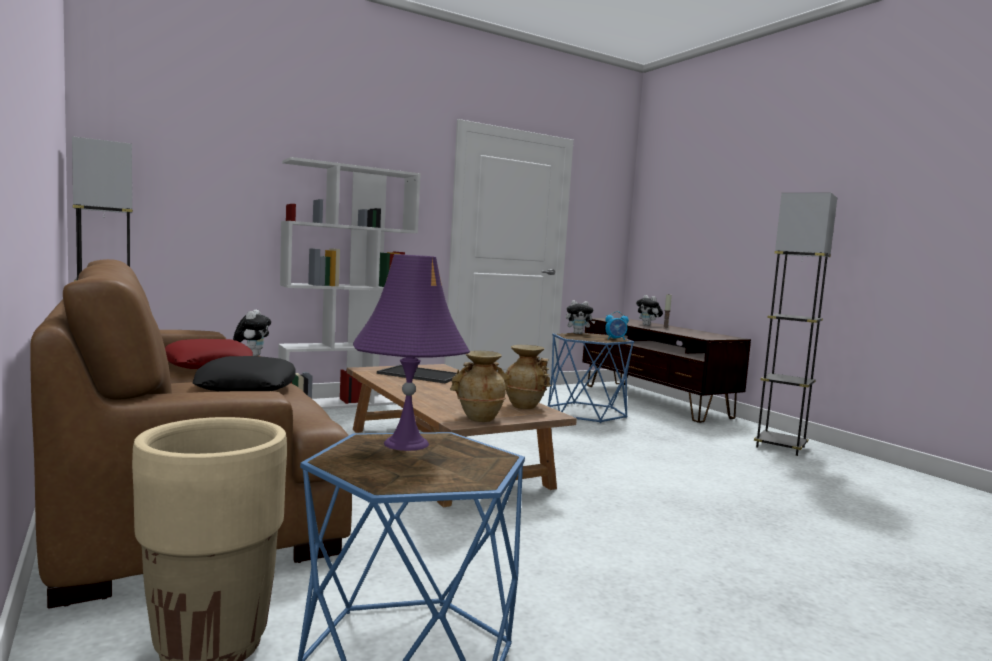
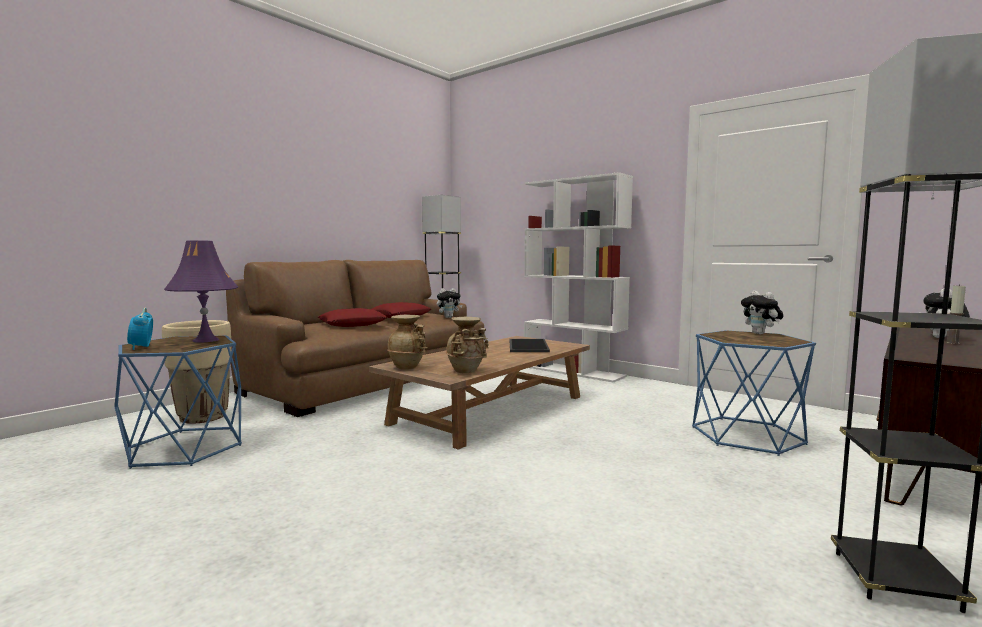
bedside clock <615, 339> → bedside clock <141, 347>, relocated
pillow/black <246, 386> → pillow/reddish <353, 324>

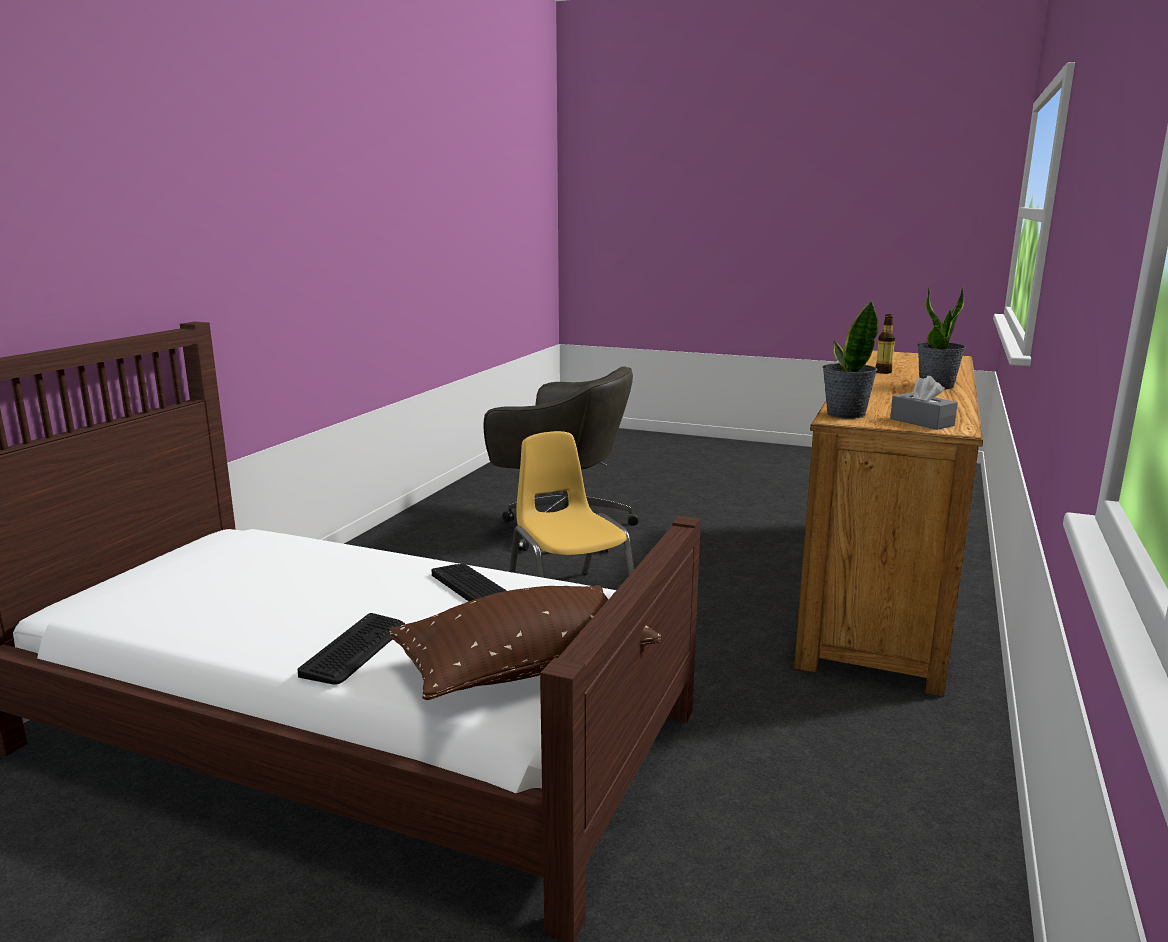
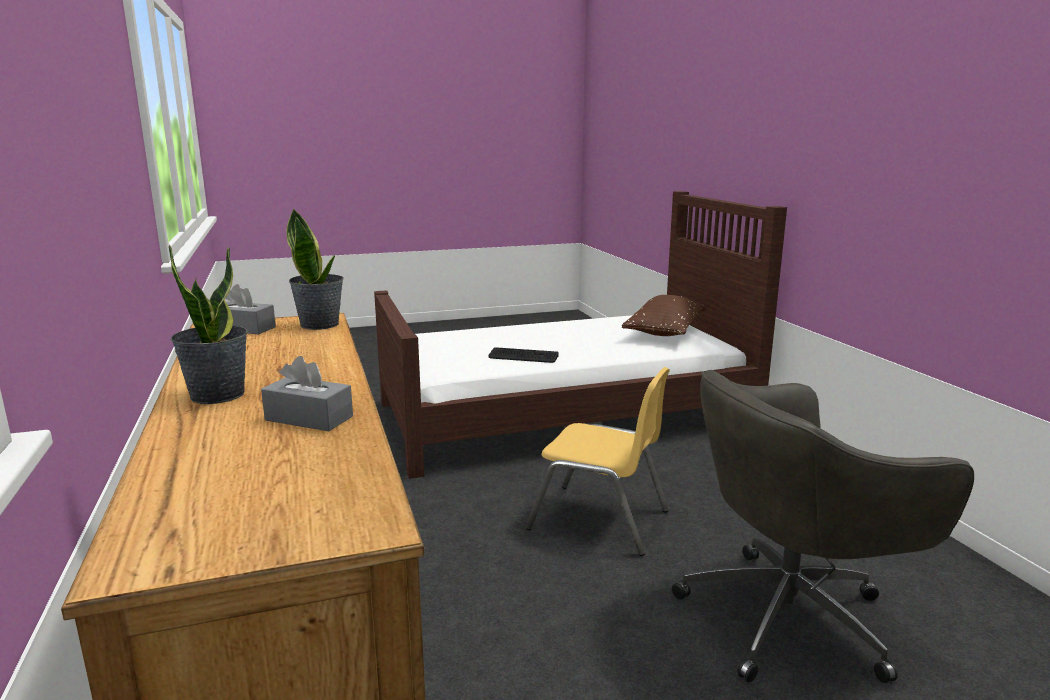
drink bottle <883, 372> → box of tissues/grey <309, 418>
pillow/brown <524, 667> → pillow/brown <665, 332>, relocated
computer keyboard <355, 649> → -

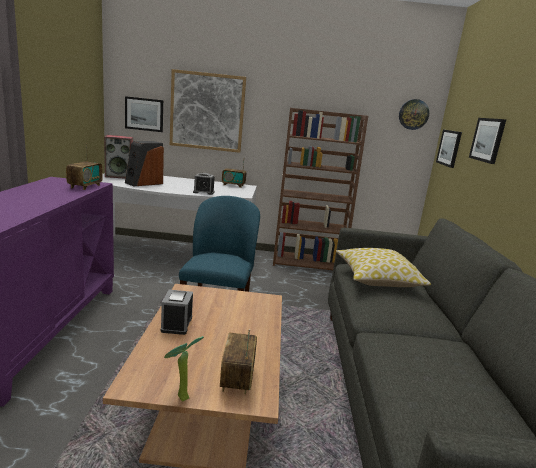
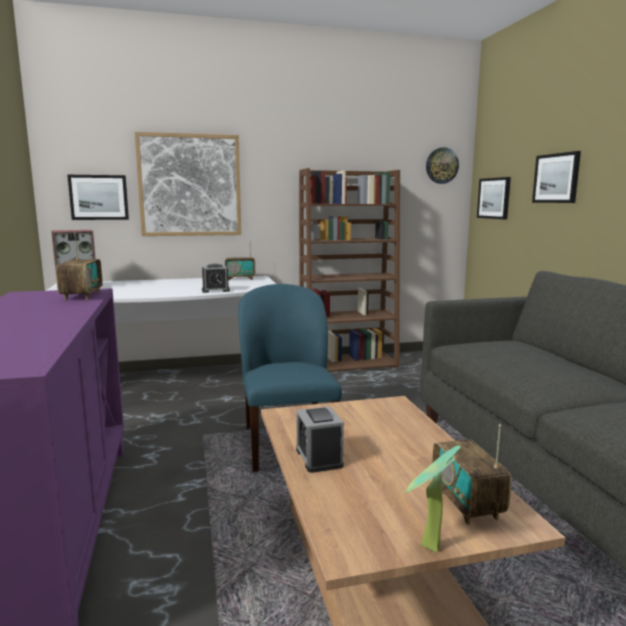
speaker <144, 183> → -
pillow <377, 279> → -

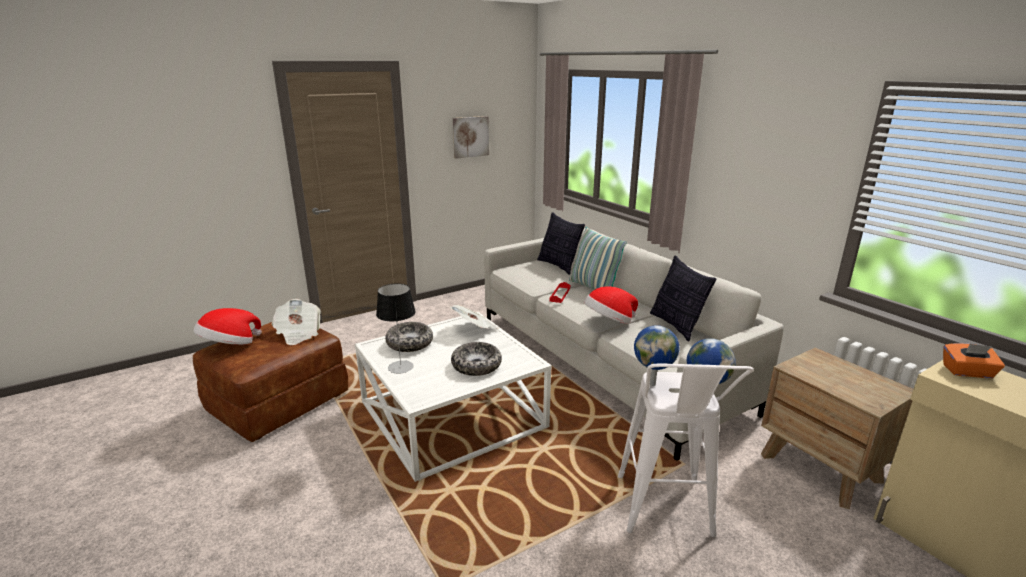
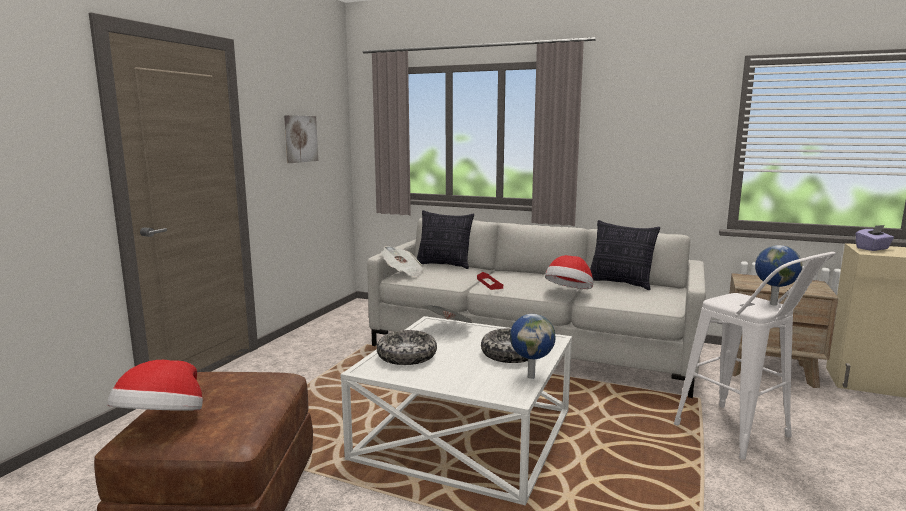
pillow <593, 287> → -
table lamp <400, 367> → -
newspaper <298, 333> → newspaper <403, 273>, relocated
world globe <652, 383> → world globe <531, 376>, relocated
box of tissues/orangey <967, 372> → box of tissues/purplish <872, 249>

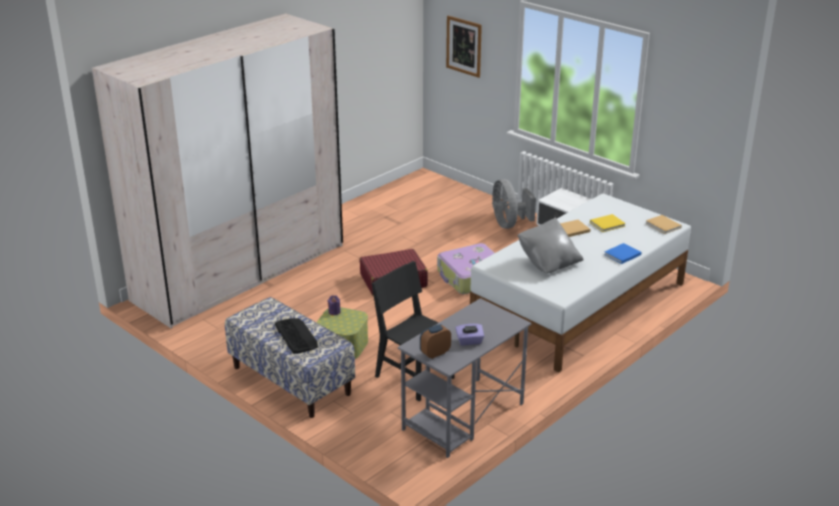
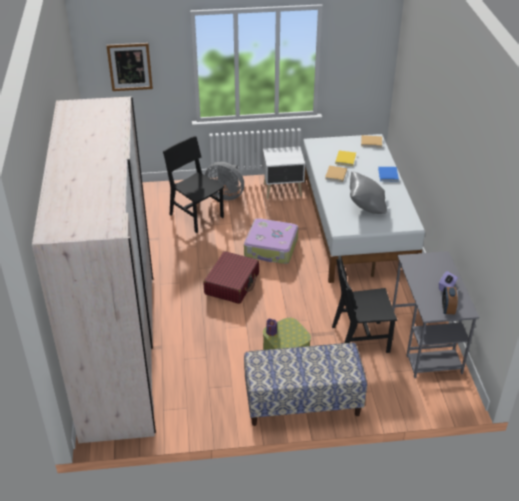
computer keyboard <296, 336> → -
- → chair/black <196, 216>

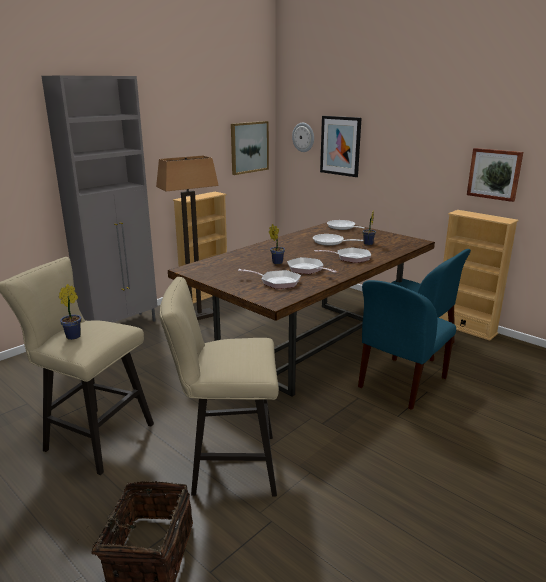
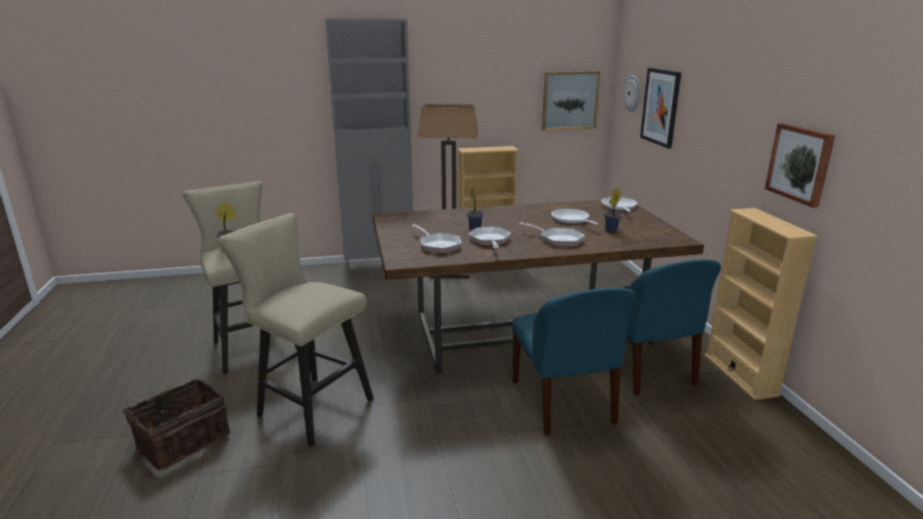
chair/blue <401, 383> → chair/blue <563, 403>, 90 degrees counterclockwise

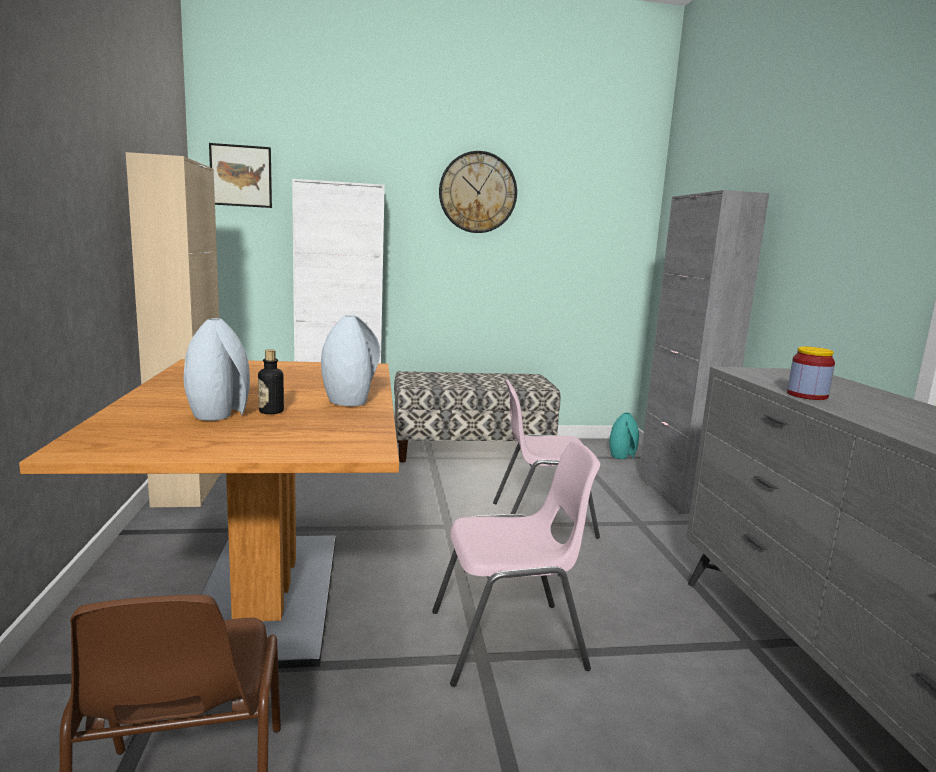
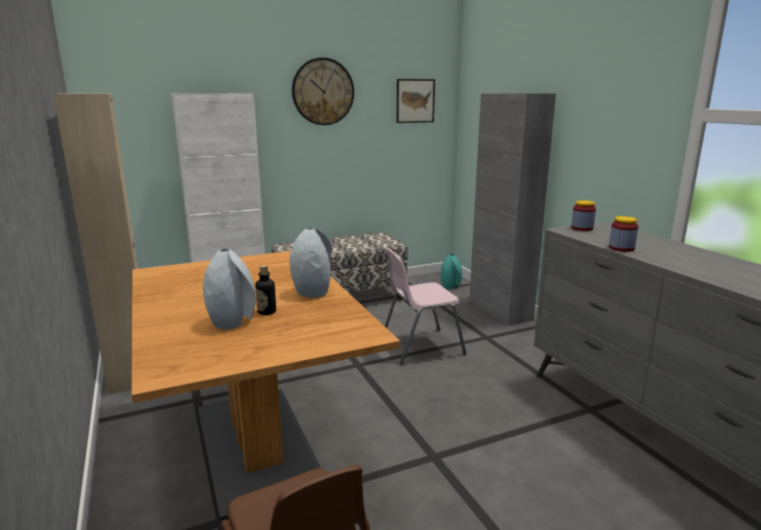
picture <241, 176> → picture <415, 101>, relocated
chair/pink-coloured <510, 641> → -
- → storage jar <582, 228>

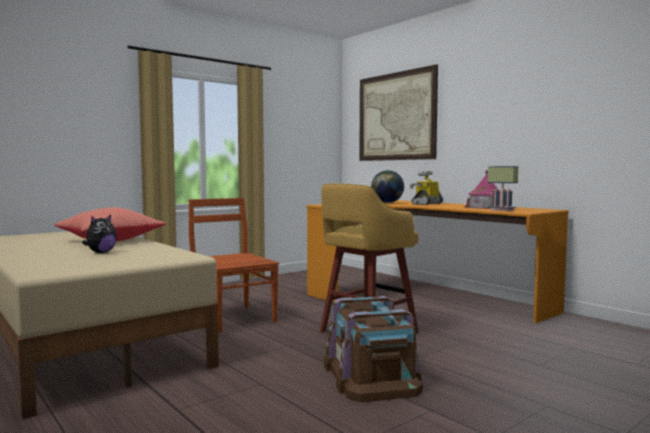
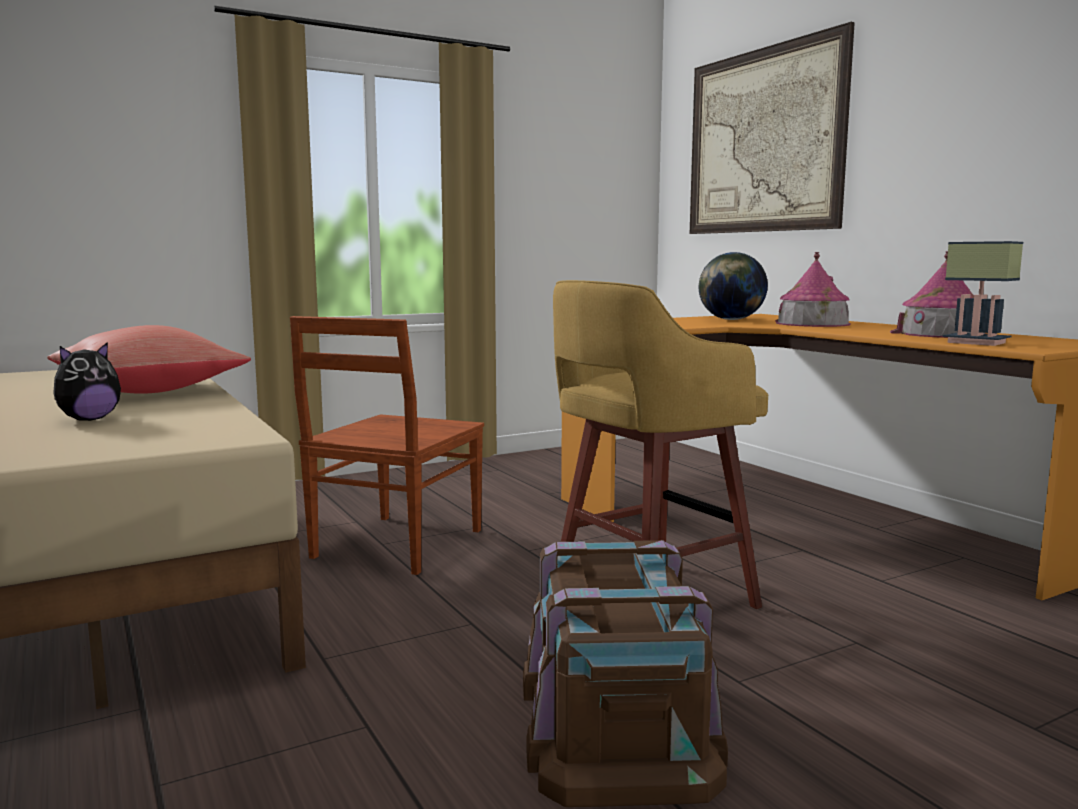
model robot <426, 204> → toy house <812, 323>
chair/brown <233, 317> → chair/brown <396, 545>, 135 degrees counterclockwise

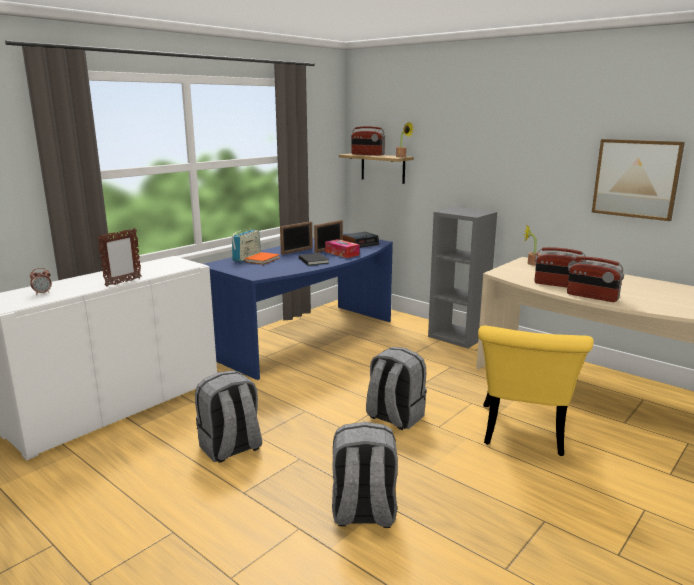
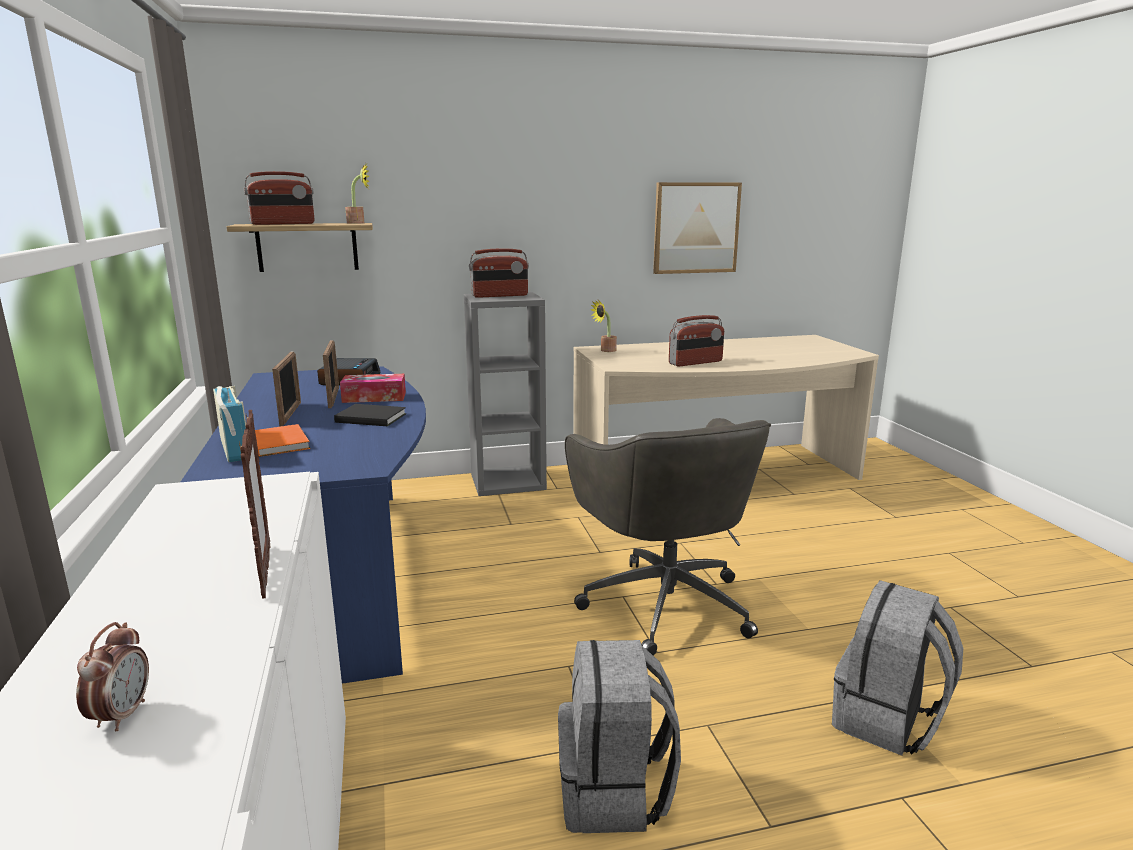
radio <592, 297> → radio <500, 296>, relocated
chair/yellow-coloured <522, 434> → -
rucksack/grey <394, 417> → desk chair/grey <664, 602>

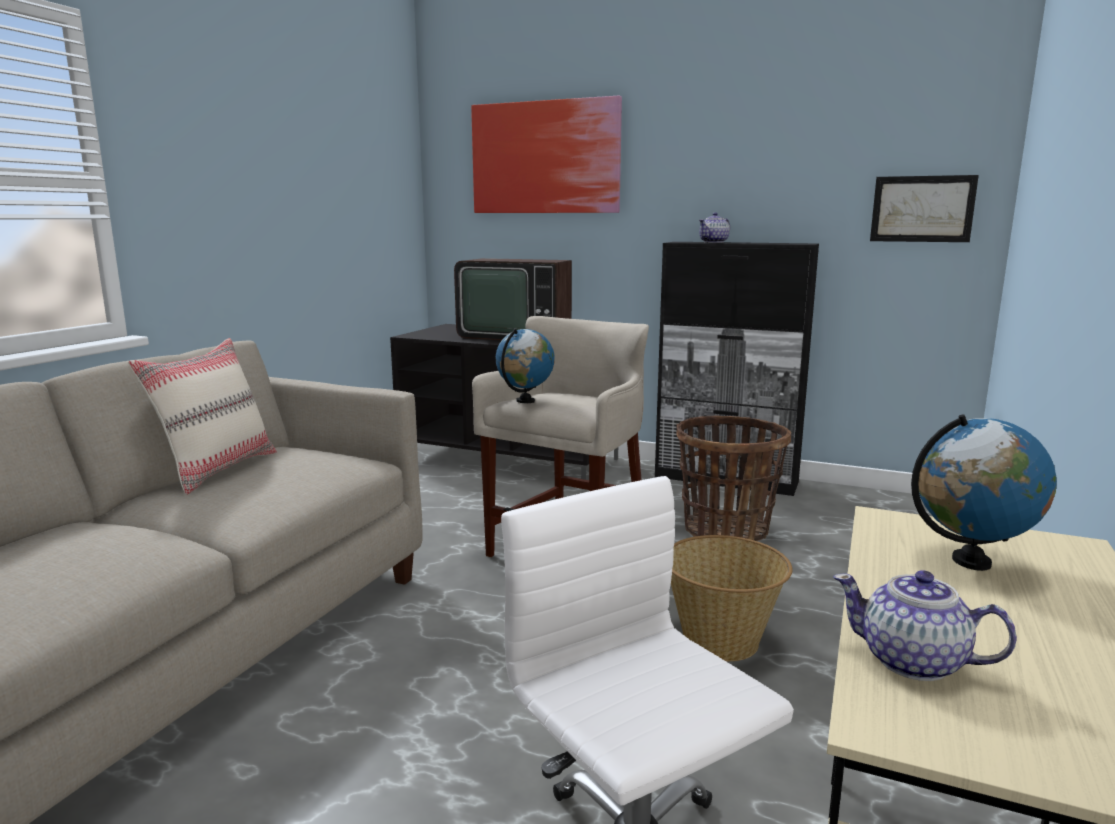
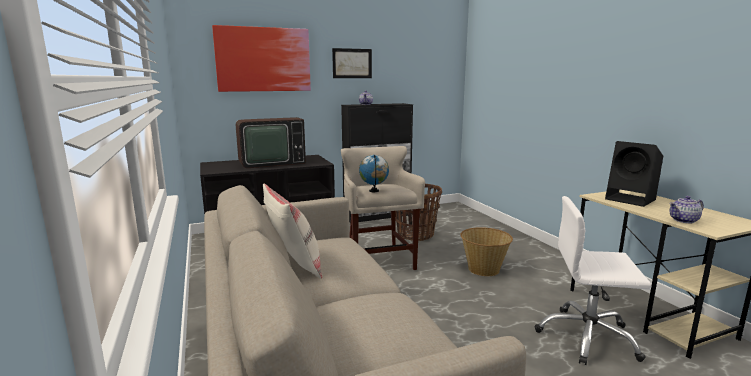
picture <922, 209> → picture <352, 63>, relocated
world globe <971, 562> → speaker/black <631, 199>

